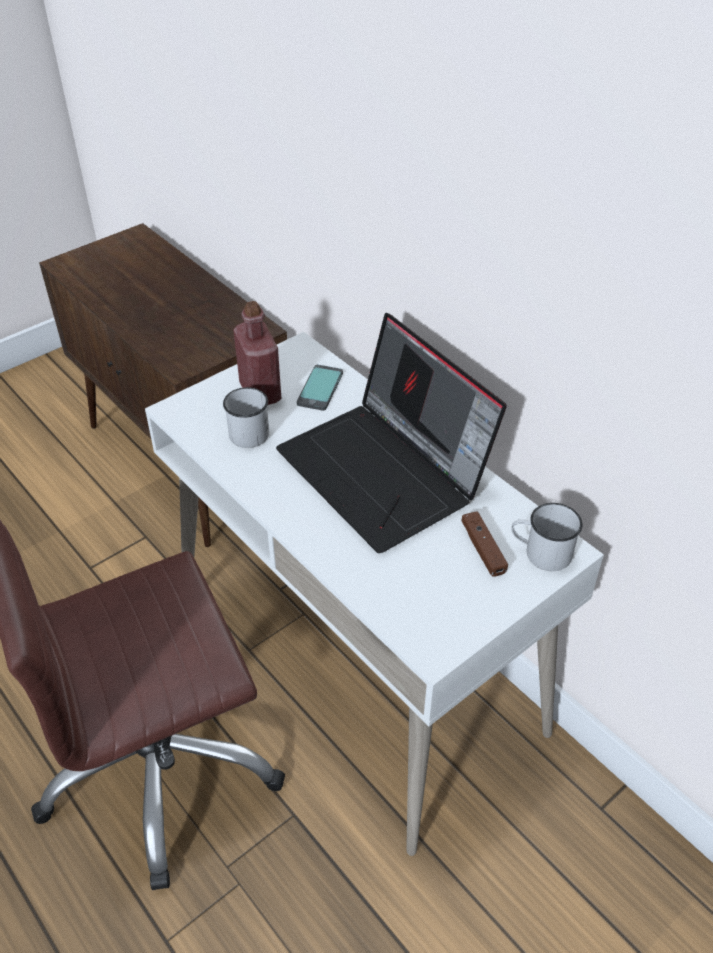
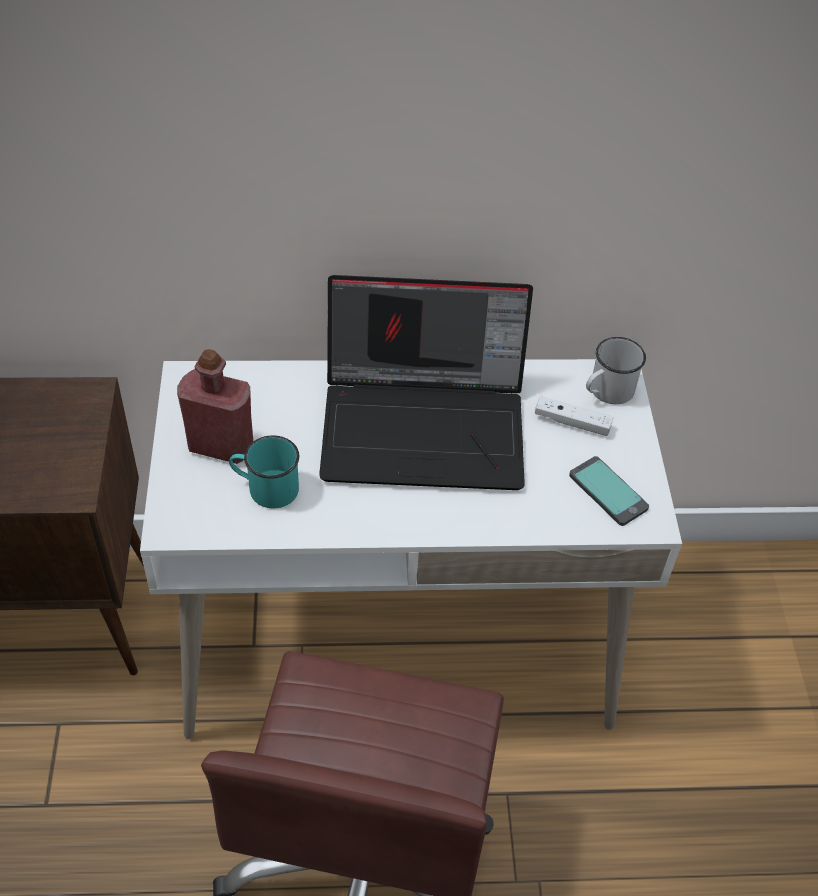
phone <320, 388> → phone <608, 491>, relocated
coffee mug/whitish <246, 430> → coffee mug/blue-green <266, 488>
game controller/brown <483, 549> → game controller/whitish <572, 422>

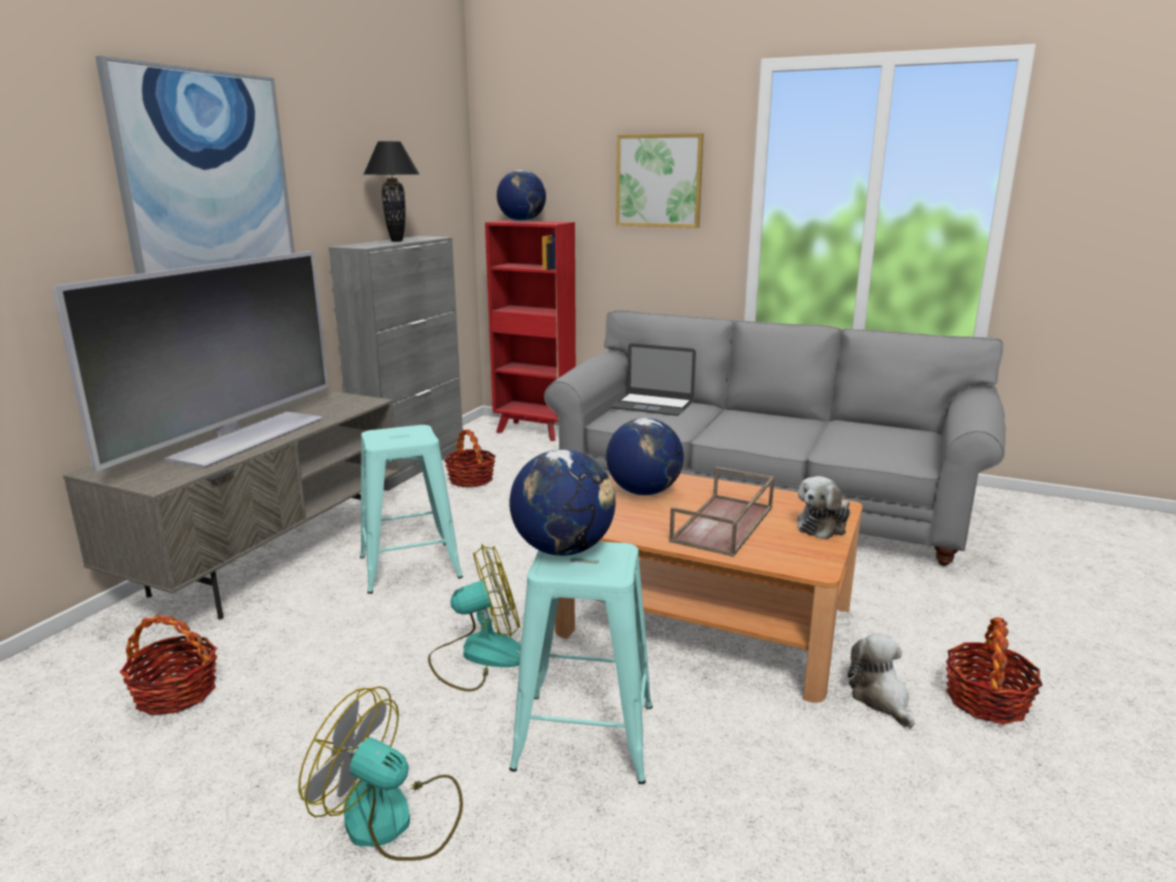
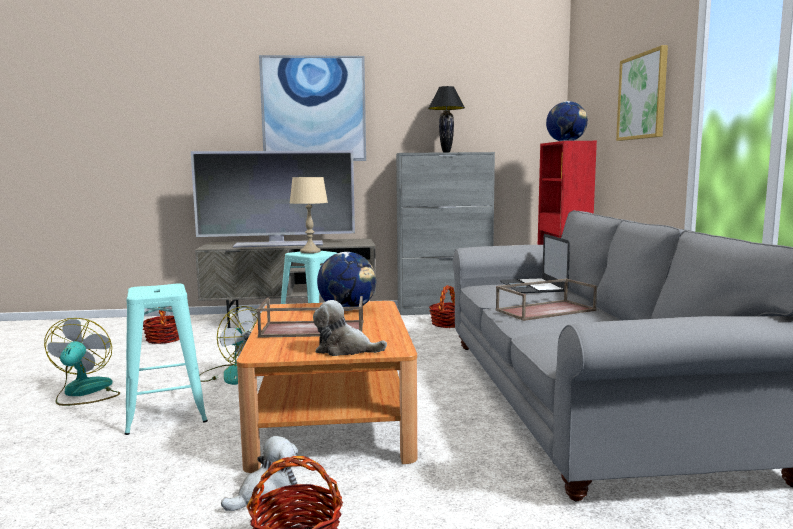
world globe <563, 549> → -
- → table lamp/beige-coloured <310, 251>
- → serving tray/brown <545, 310>

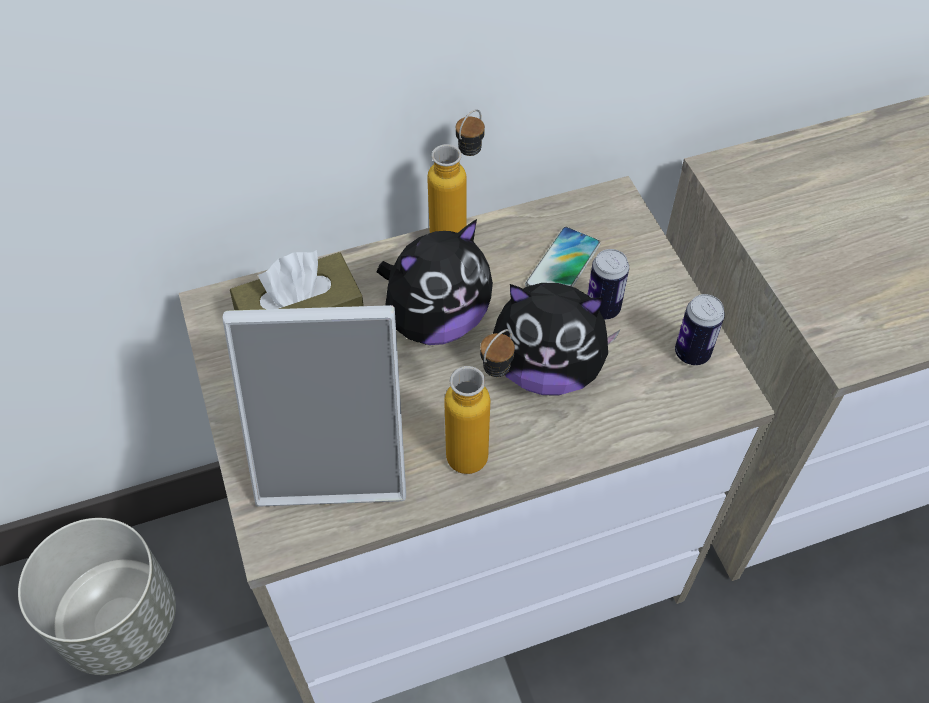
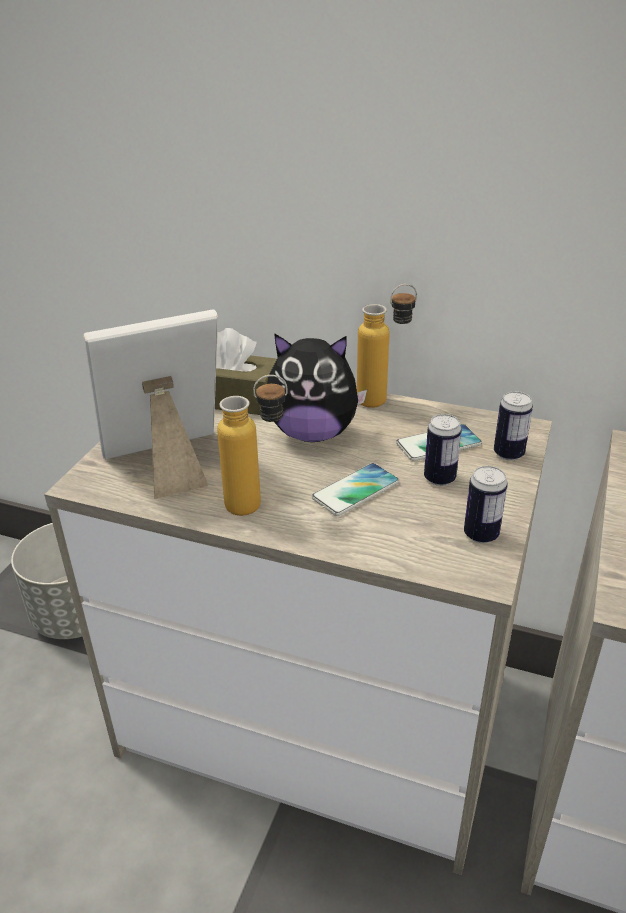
plush toy <547, 370> → phone <355, 490>
photo frame <334, 456> → photo frame <167, 464>, 120 degrees clockwise
- → sealed can <508, 454>

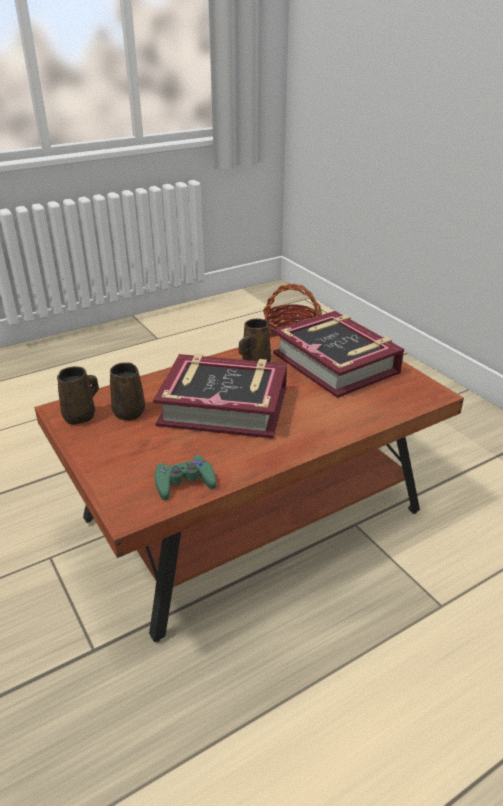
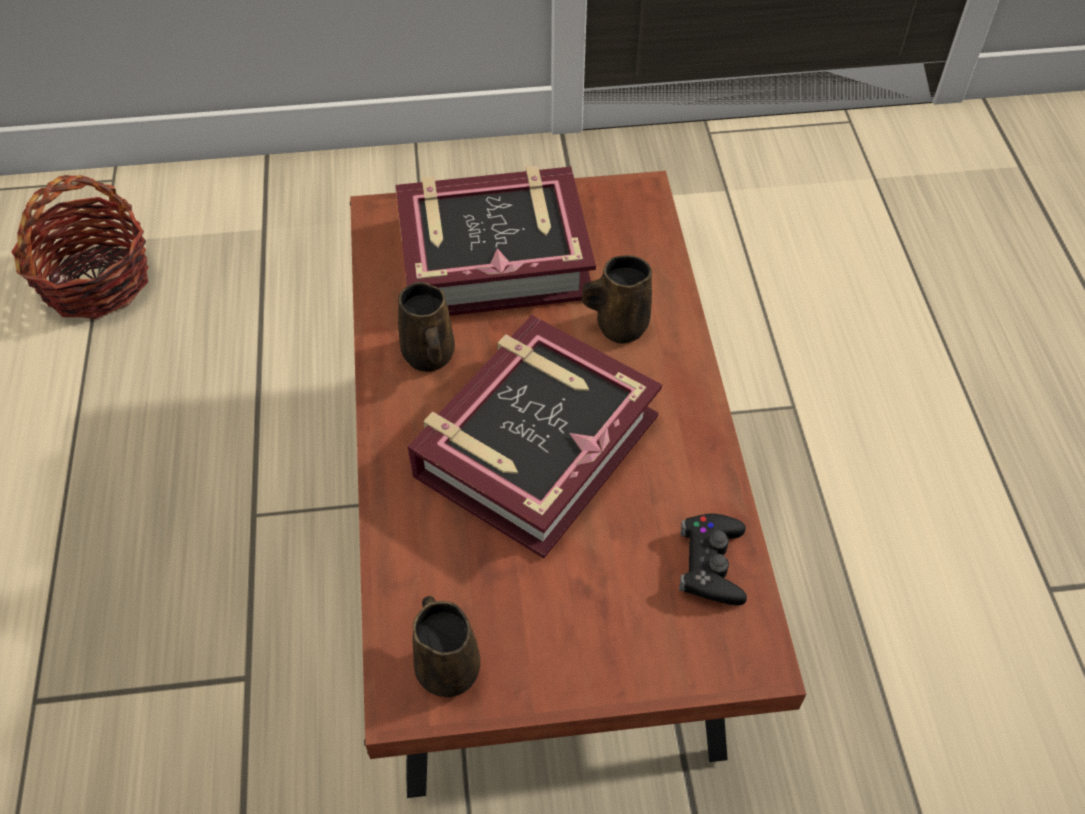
coffee mug/brown <129, 411> → coffee mug/brown <618, 325>, relocated
game controller/green-coloured <184, 482> → game controller/black <711, 564>

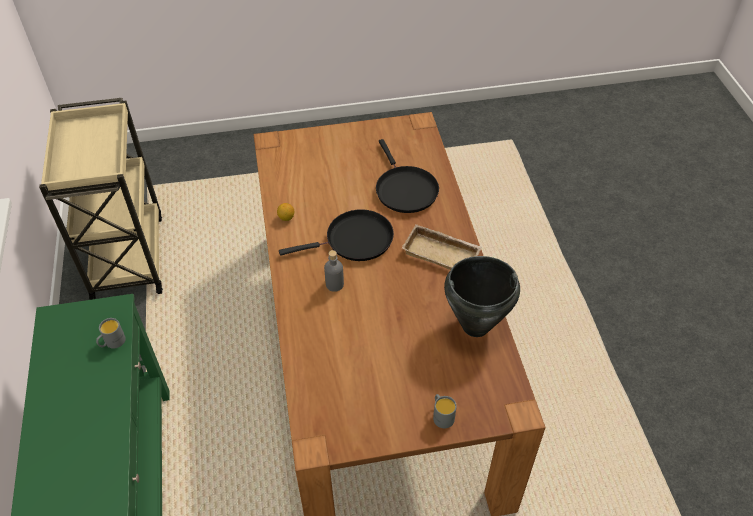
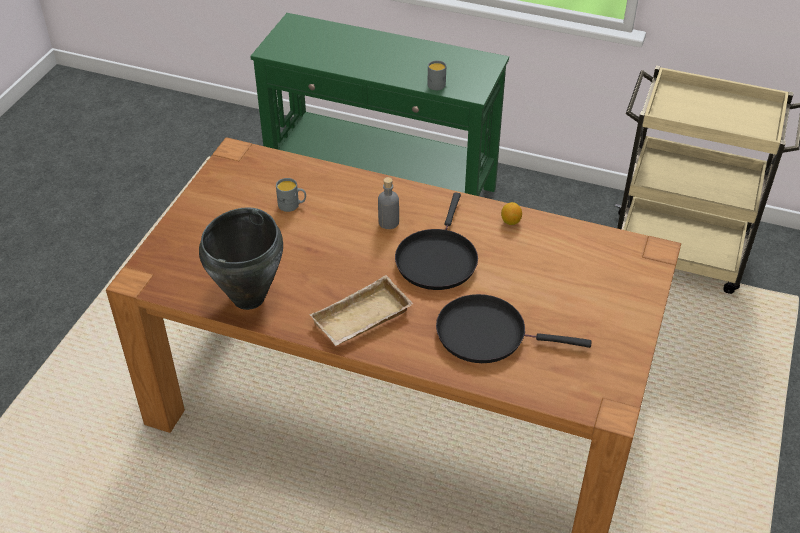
coffee mug/grey <441, 415> → coffee mug/grey <292, 205>, relocated

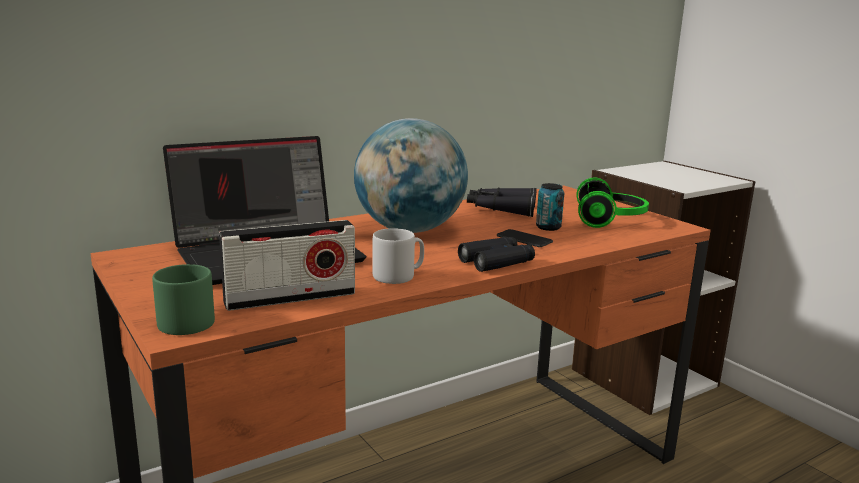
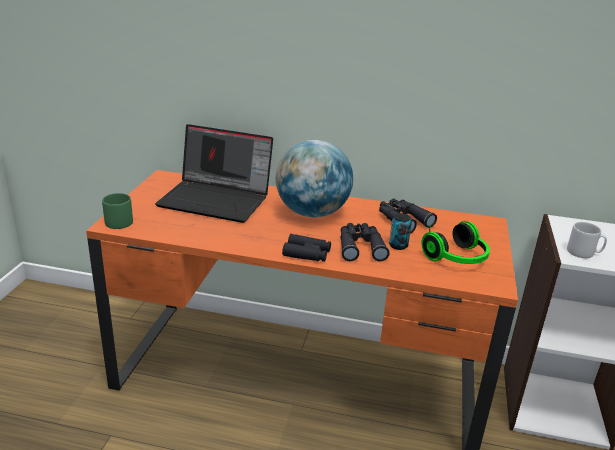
radio <290, 298> → -
coffee mug/grey <398, 276> → coffee mug/grey <584, 253>, relocated
phone <524, 239> → binoculars/black <360, 247>

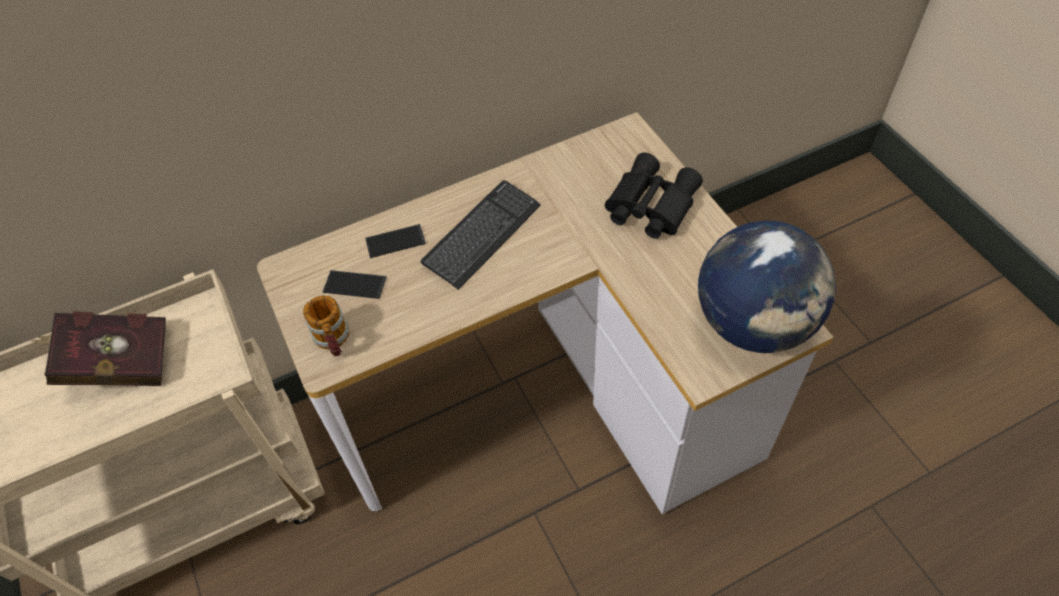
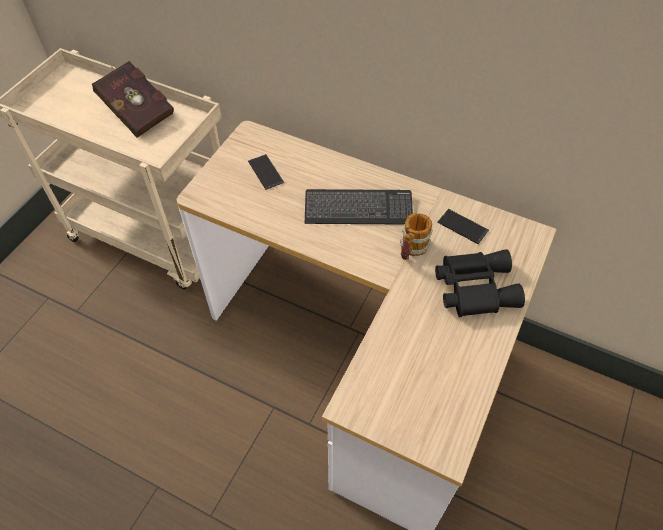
world globe <754, 324> → -
phone <395, 241> → phone <462, 226>, relocated
coffee mug <333, 341> → coffee mug <411, 249>, relocated

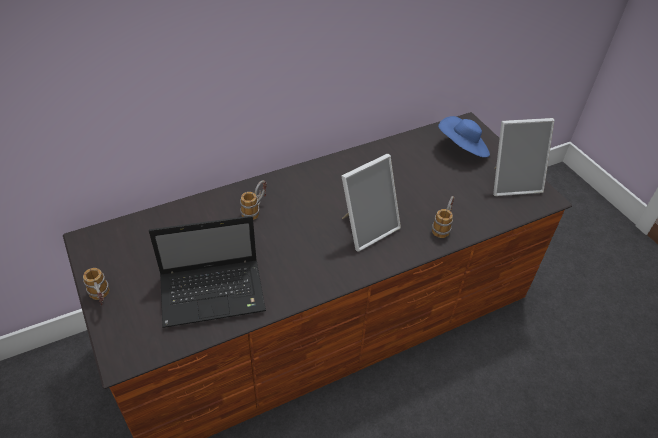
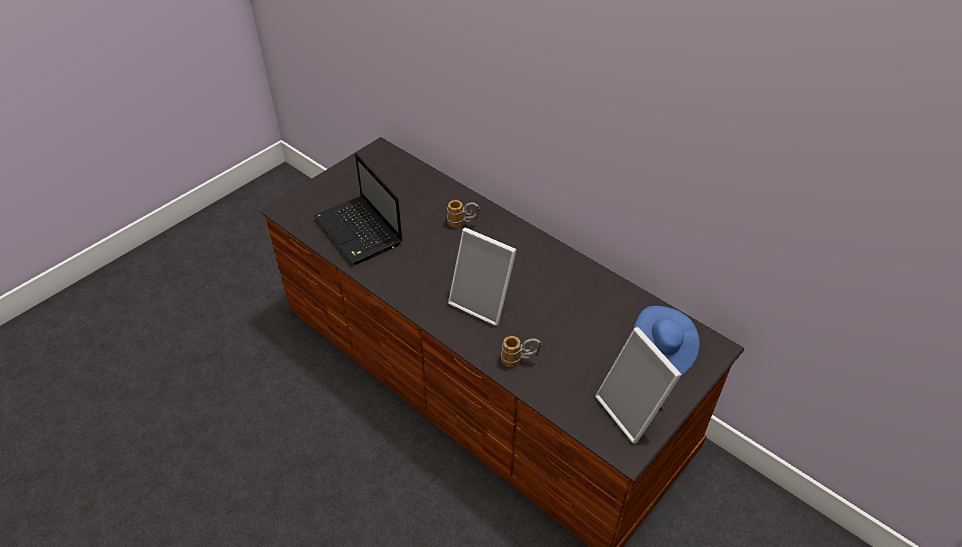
coffee mug <101, 298> → -

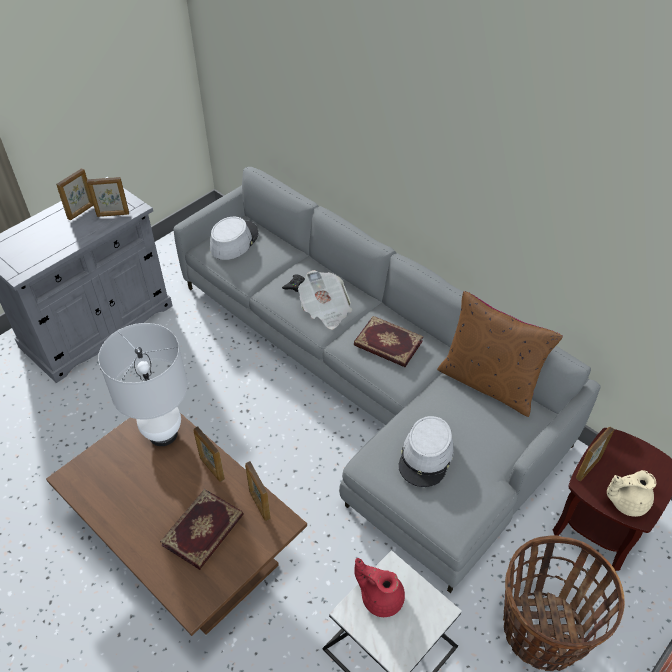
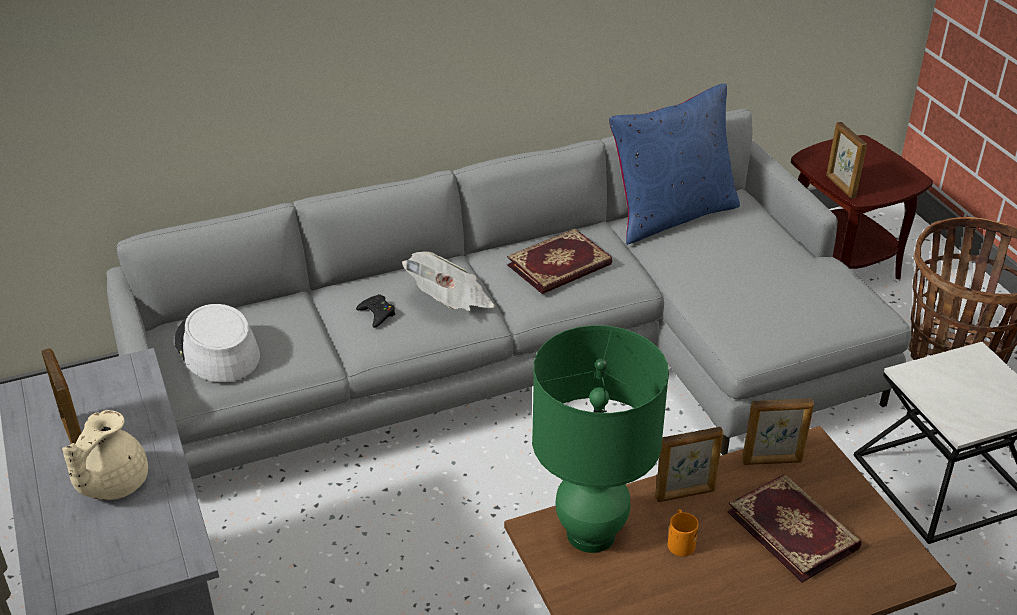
photo frame <113, 214> → -
pillow/brown <489, 383> → pillow/blue <671, 215>
table lamp/whitish <163, 434> → table lamp/green-coloured <591, 534>
hat/grey <426, 456> → -
teapot/beige-coloured <626, 501> → teapot/beige-coloured <111, 484>, relocated
teapot/reddish <380, 597> → -
- → coffee mug/orangey <679, 541>

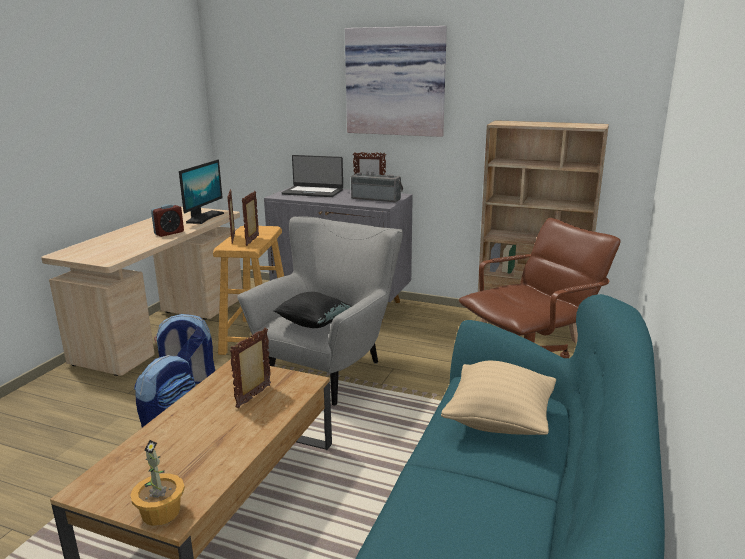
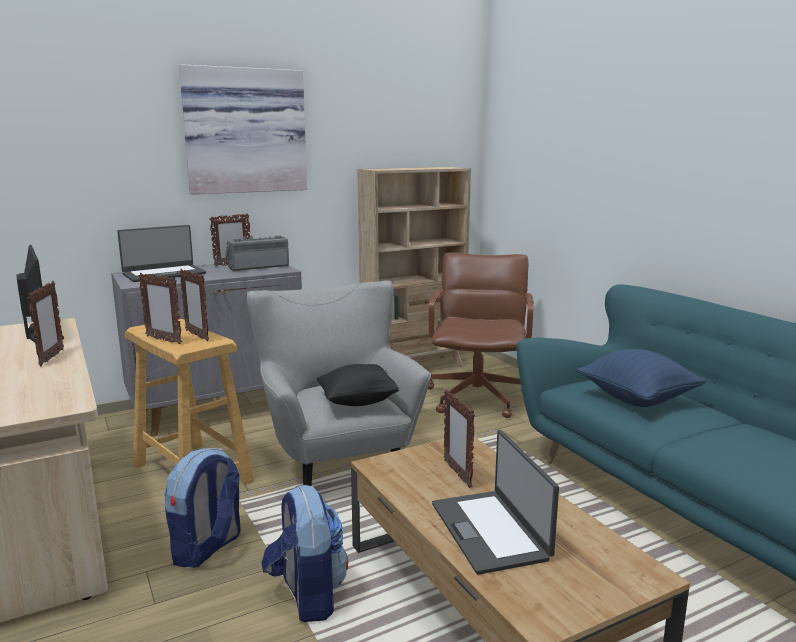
bedside clock <169, 233> → photo frame <51, 358>
pillow/beige-coloured <499, 421> → pillow/blue <637, 399>
plant in a pot <161, 512> → -
- → notebook computer <490, 530>

